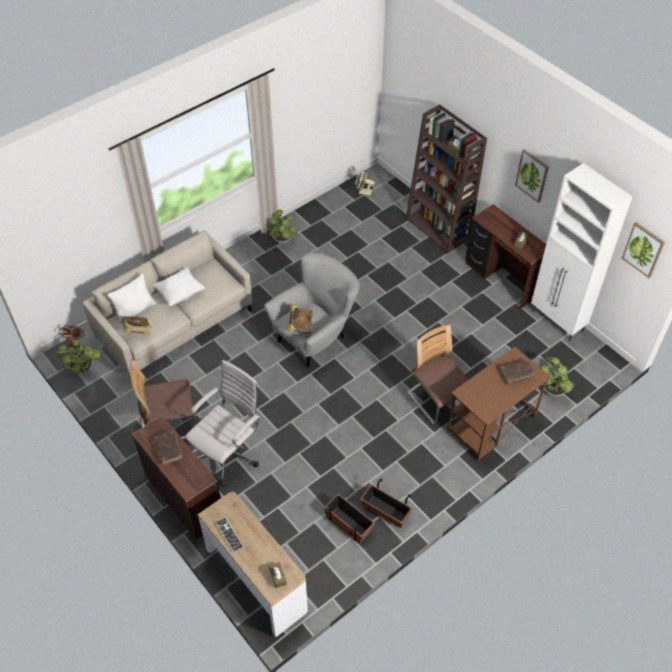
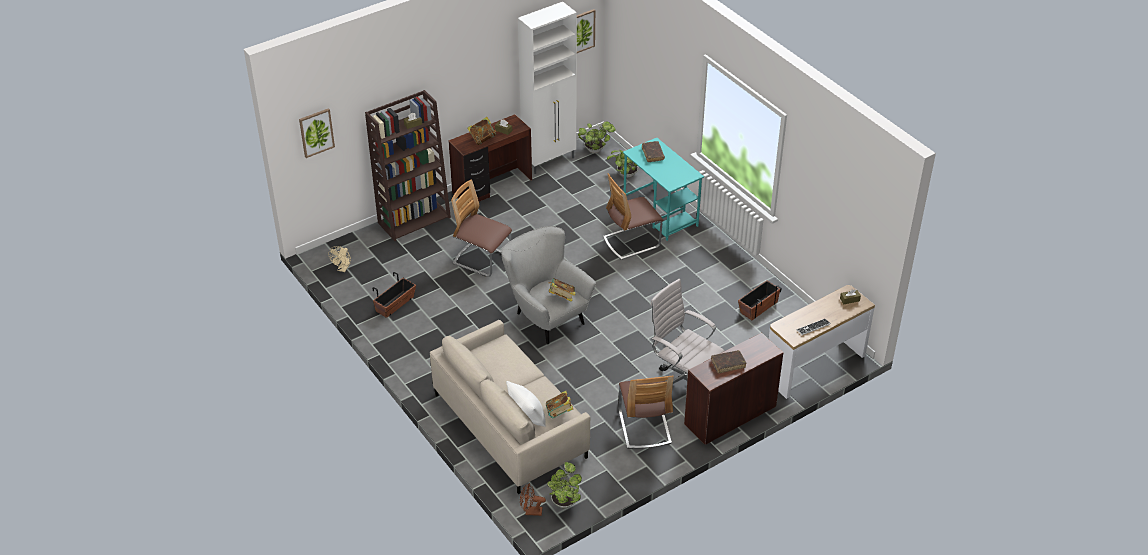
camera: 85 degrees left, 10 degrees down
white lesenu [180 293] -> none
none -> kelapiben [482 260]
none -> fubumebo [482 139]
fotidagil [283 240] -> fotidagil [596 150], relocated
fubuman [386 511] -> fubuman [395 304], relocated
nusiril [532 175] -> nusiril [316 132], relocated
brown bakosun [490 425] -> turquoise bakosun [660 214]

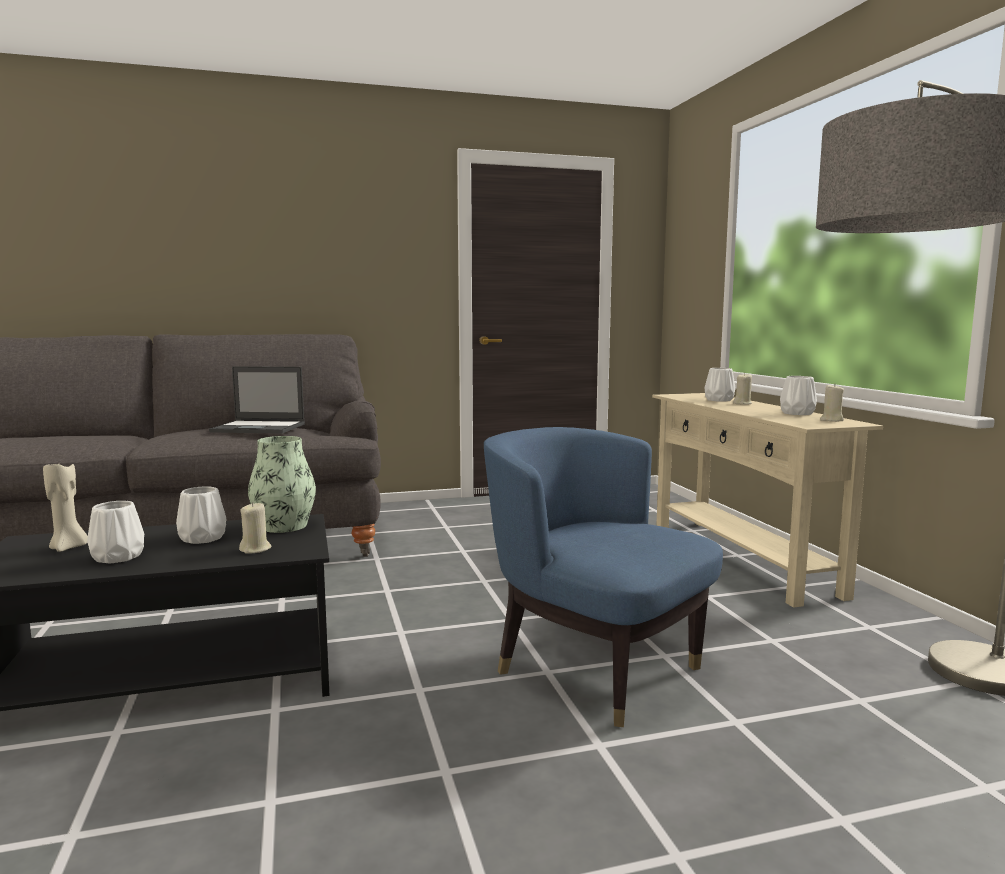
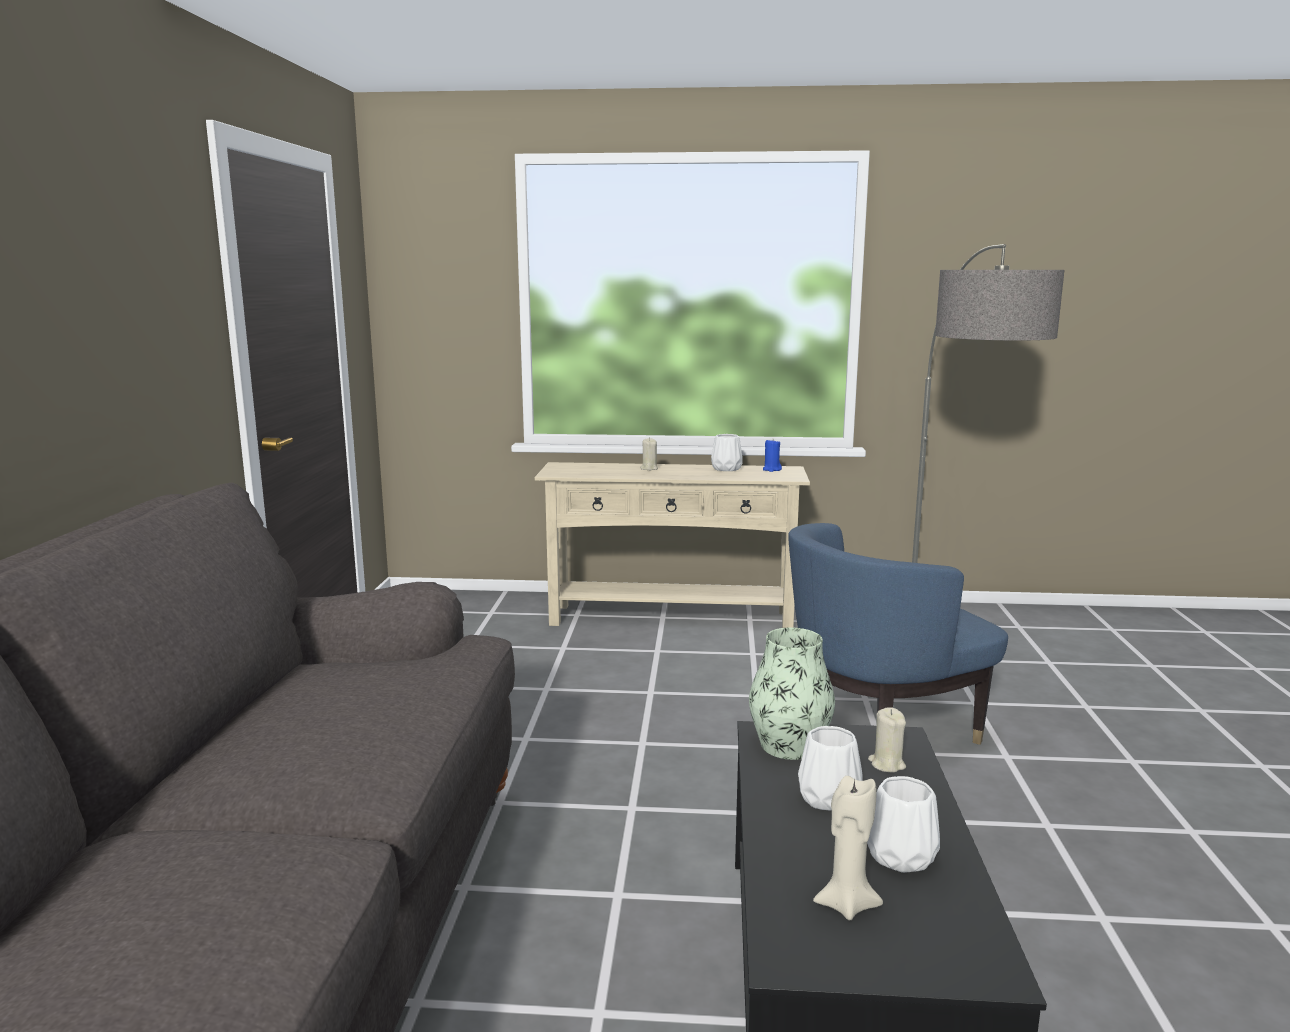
camera: 70 degrees left, 5 degrees up
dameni [260 428] -> none
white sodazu [719 400] -> none
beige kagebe [831 420] -> blue kagebe [771 469]

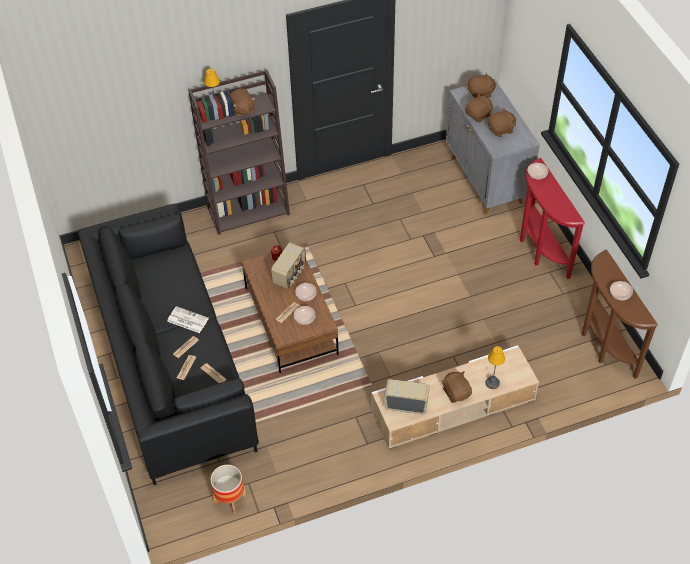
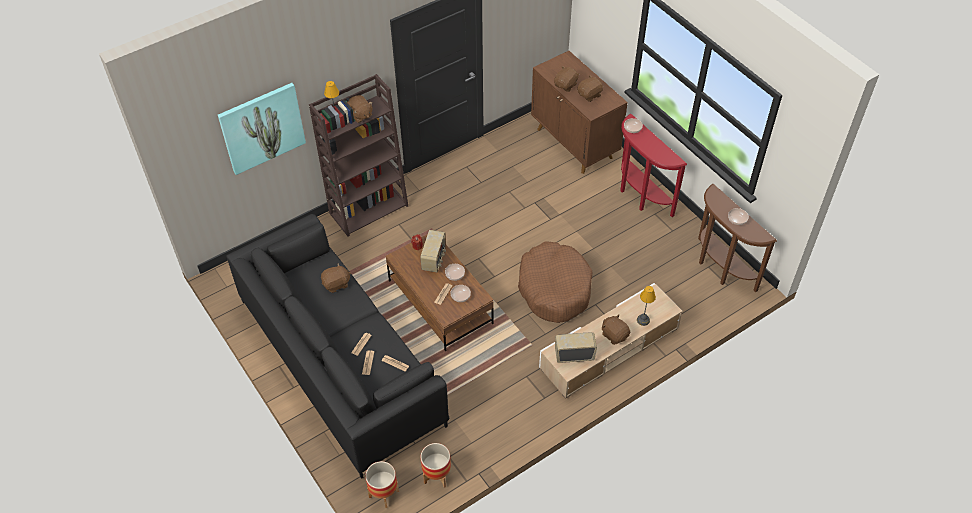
camera: 15 degrees left, 0 degrees up
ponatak [187 320] -> none
none -> nusiril [262 127]
none -> fubuman [383 494]
none -> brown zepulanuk [554 288]
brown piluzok [480 93] -> brown piluzok [336 284], relocated
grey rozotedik [486 180] -> brown rozotedik [574 144]

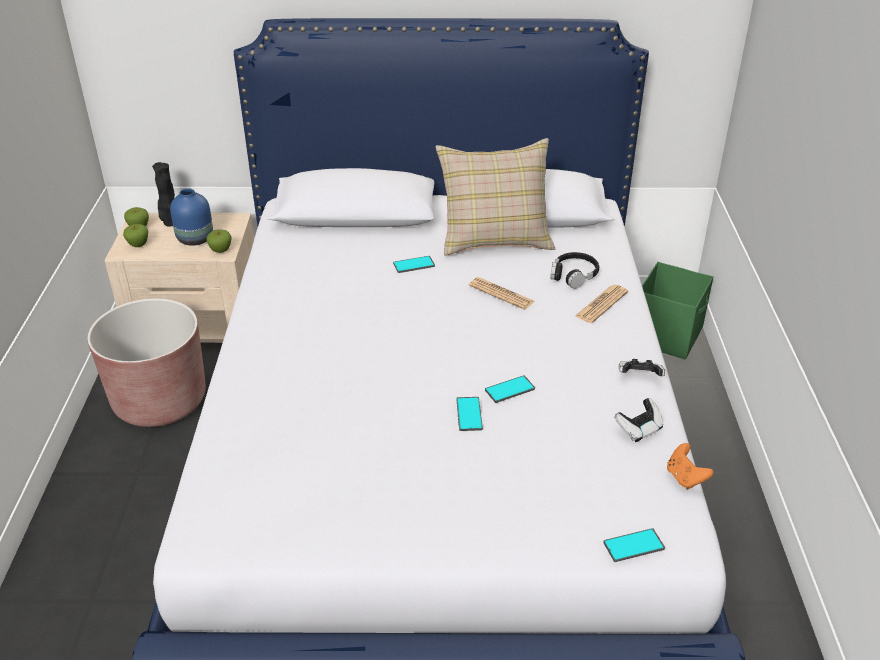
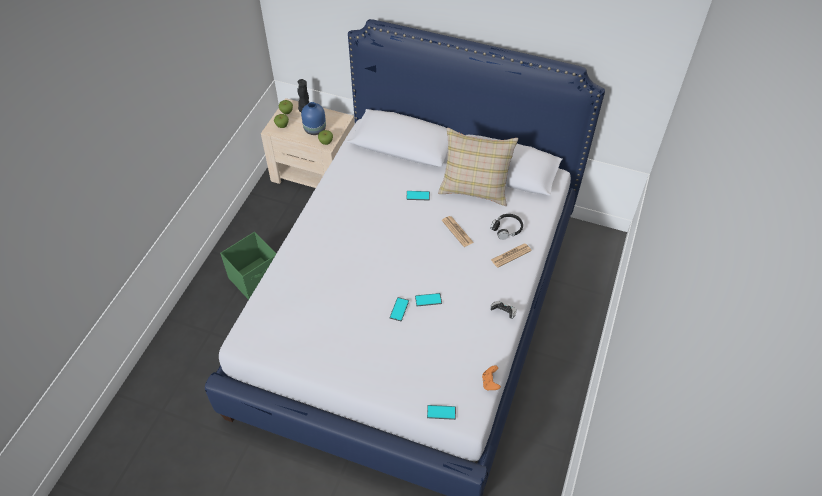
camera: 20 degrees right, 15 degrees up
brown fubuman [160 401] -> none
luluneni [639 429] -> none
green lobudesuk [667 335] -> green lobudesuk [256 279], relocated

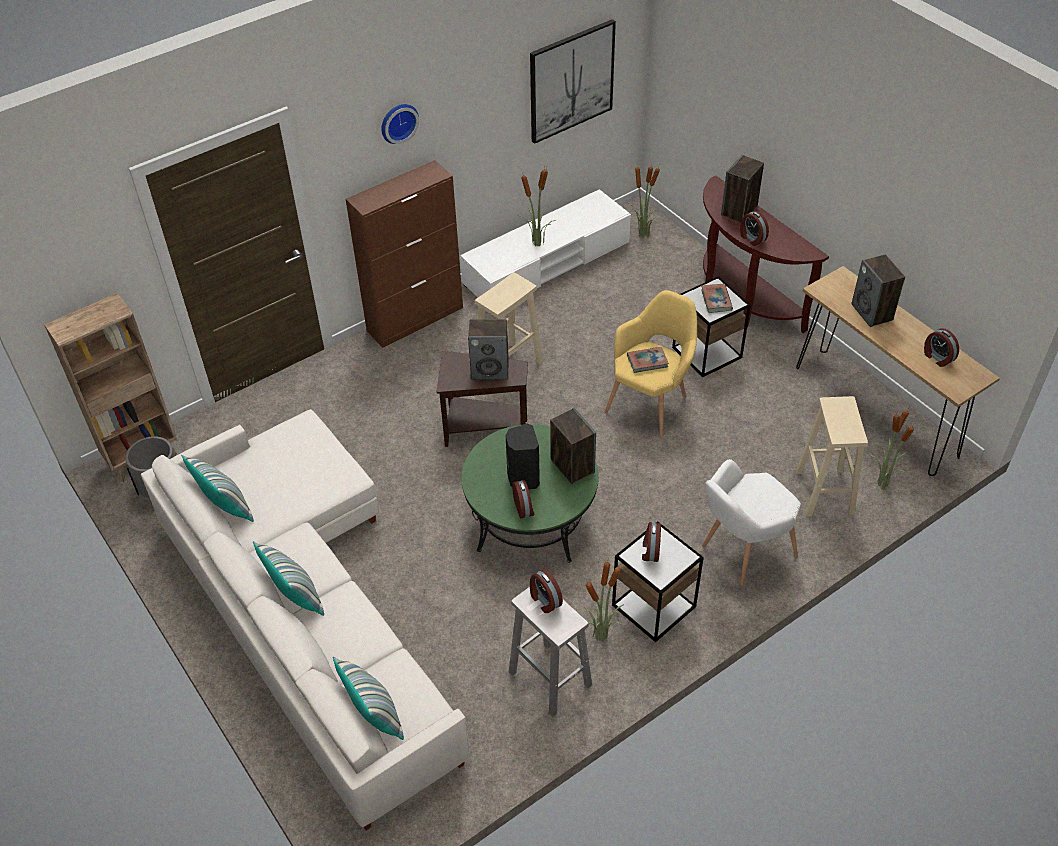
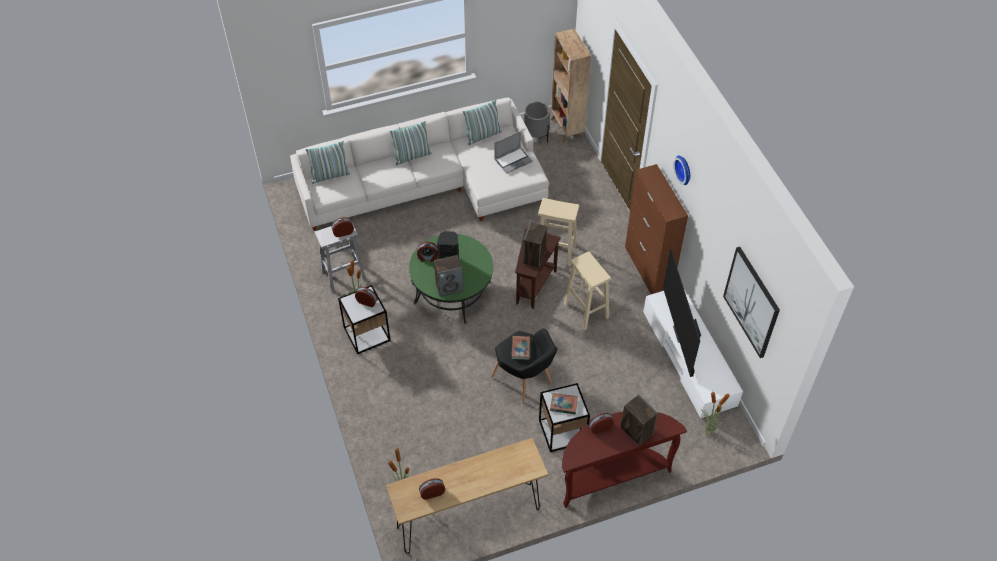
camera: 105 degrees right, 5 degrees up
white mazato [742 552] -> none
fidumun [872 312] -> none
none -> dameni [513 160]
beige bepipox [825 493] -> beige bepipox [555 252], relocated
fotidagil [537 244] -> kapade [682 333]
yellow mazato [651 402] -> black mazato [525 381]

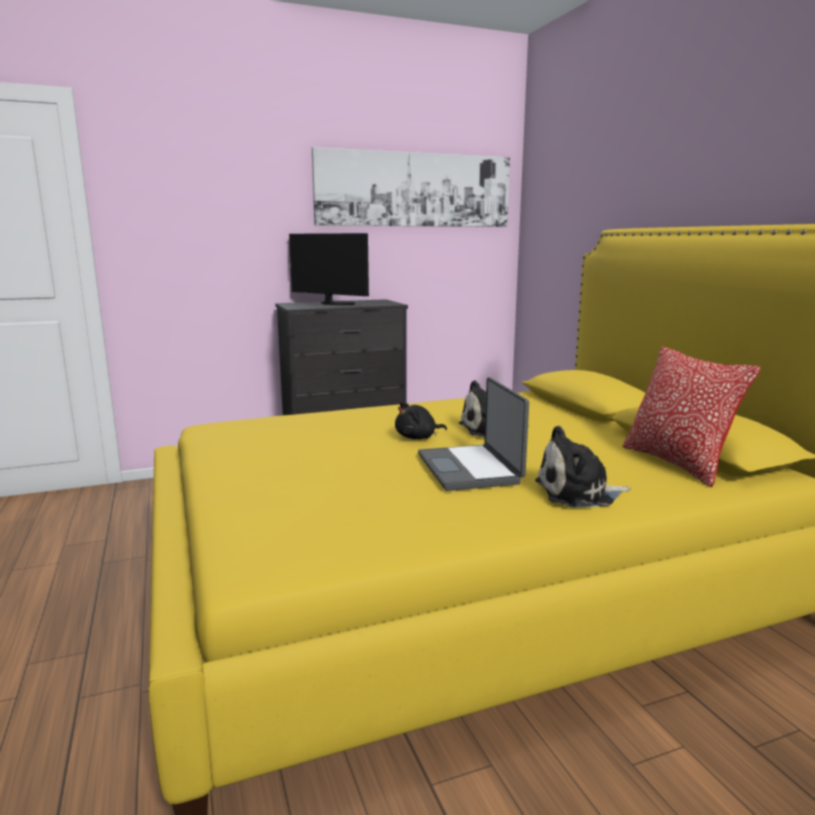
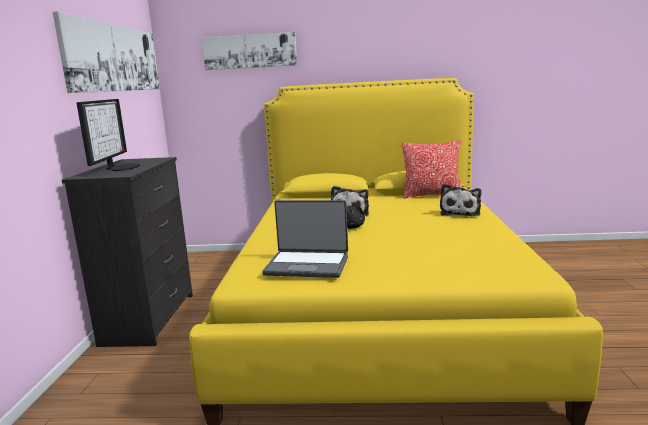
camera: 65 degrees left, 0 degrees up
none -> nusiril [250 51]
dameni [470 469] -> dameni [307 265], relocated
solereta [334 303] -> solereta [121 167], 120 degrees clockwise

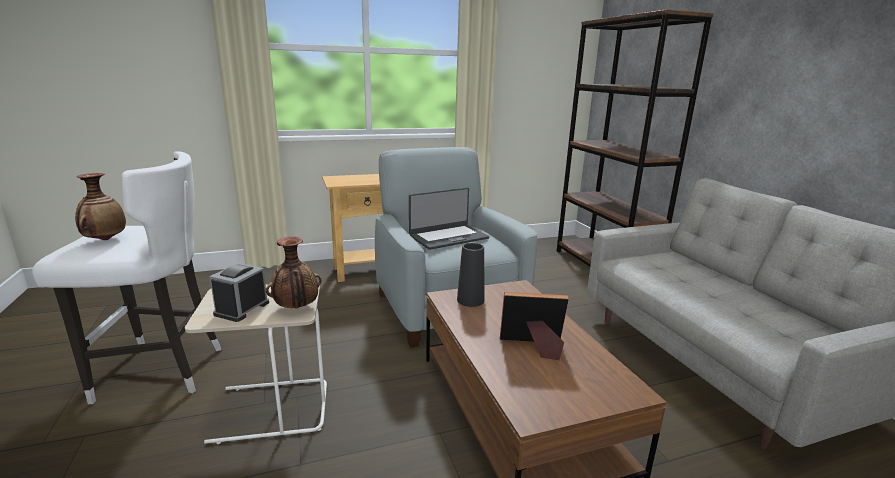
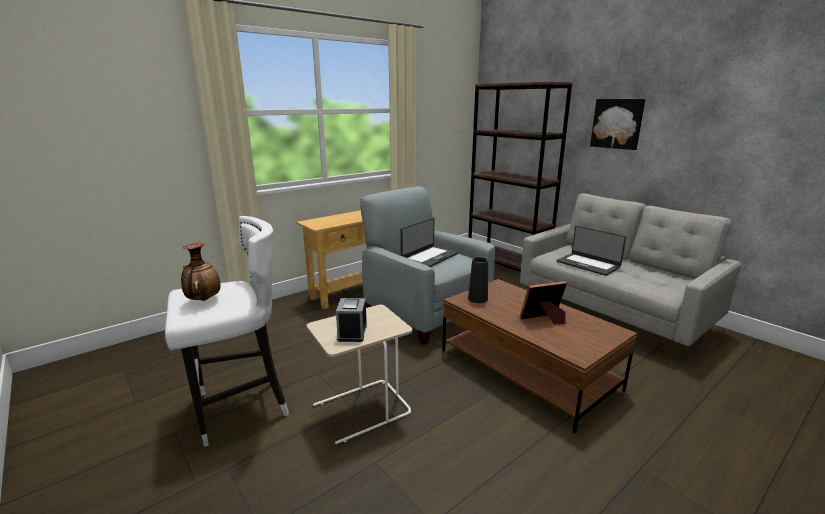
camera: 20 degrees left, 0 degrees up
sodazu [296 308] -> none
none -> dameni [588 264]
none -> nusiril [617 123]

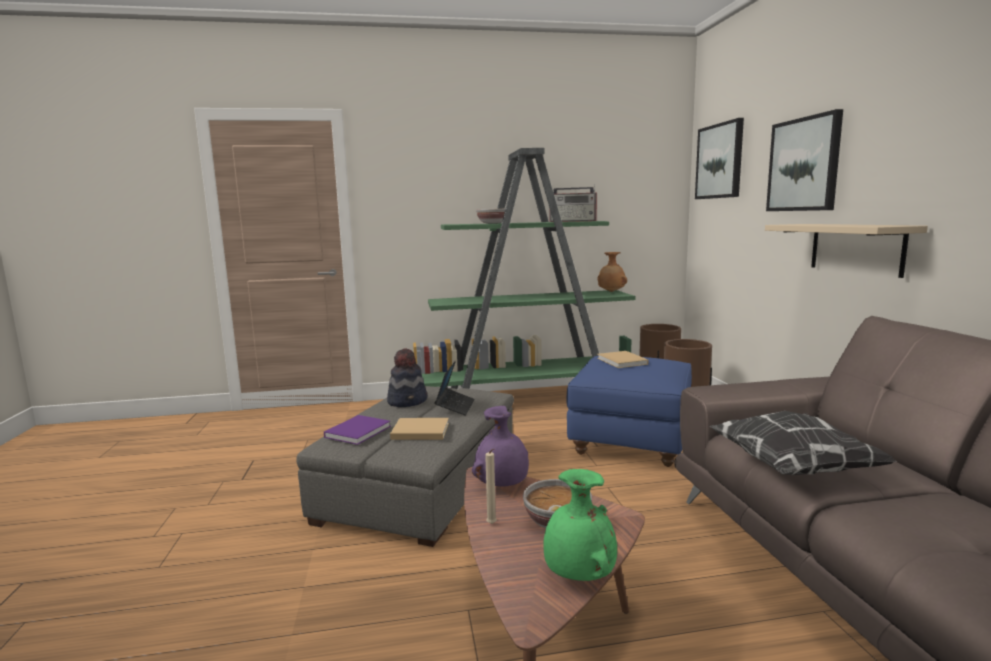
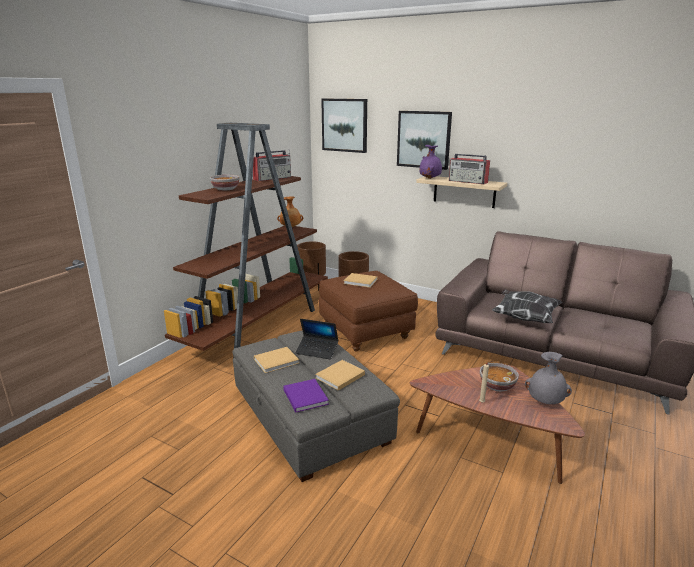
camera: 50 degrees left, 10 degrees up
none -> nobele [468 181]
purple sodazu [502 485] -> purple sodazu [430 178], relocated
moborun [408 401] -> beige fubumebo [277 361]
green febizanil [531 400] -> brown febizanil [258 326]
green sodazu [578 575] -> grey sodazu [545 401]
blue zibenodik [631 442] -> brown zibenodik [366 332]
dameni [455 407] -> dameni [317 351], 150 degrees clockwise

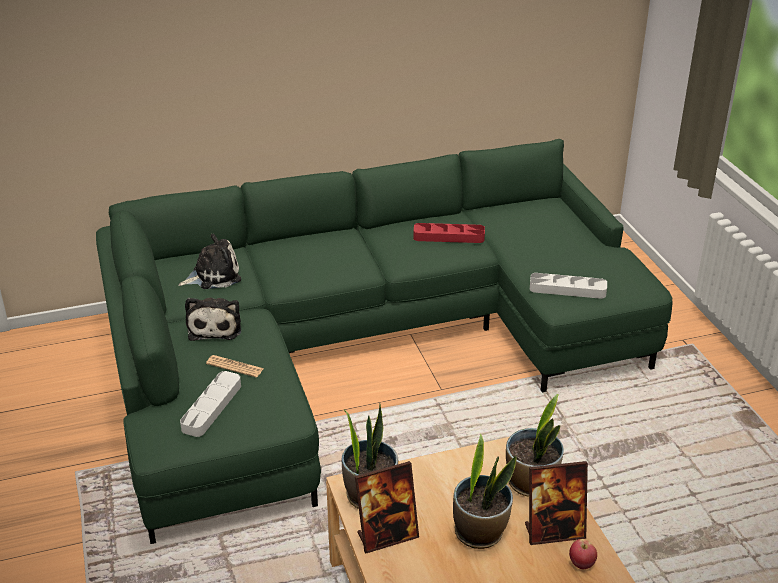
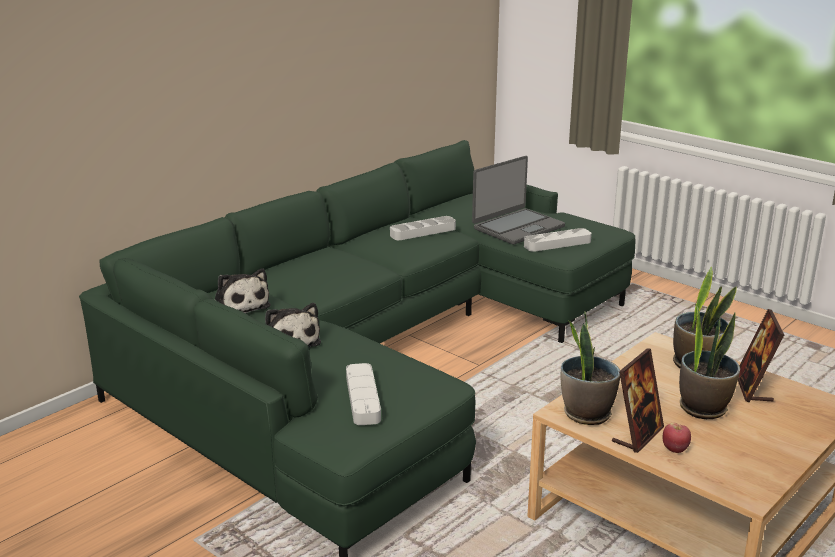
camera: 30 degrees left, 10 degrees down
ponatak [235 366] -> none
none -> dameni [517 227]
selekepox [581 564] -> selekepox [675 449], relocated
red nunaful [448 236] -> grey nunaful [423 232]
piluzok [213 275] -> piluzok [239 306], 105 degrees clockwise
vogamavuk [554 532] -> vogamavuk [754 388], 135 degrees clockwise

